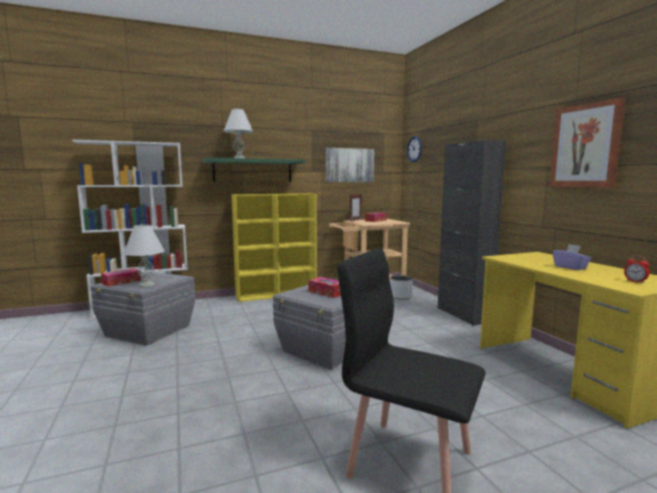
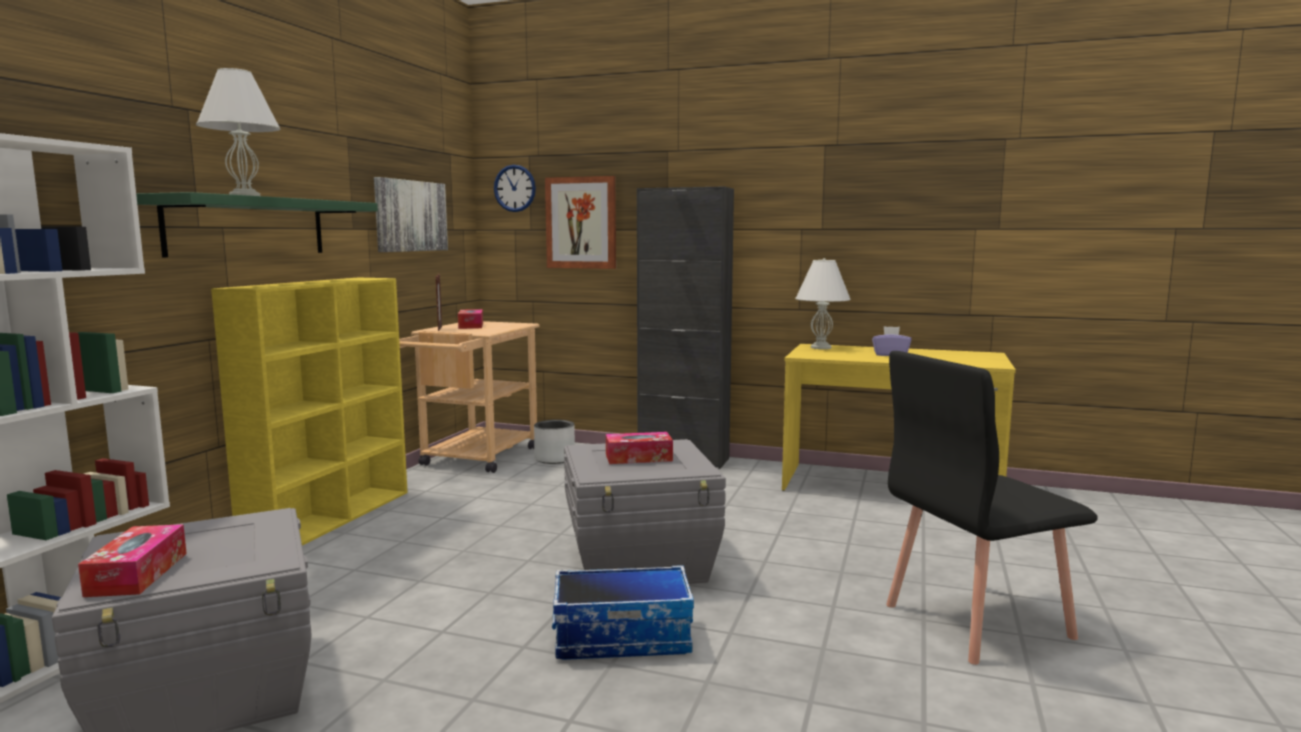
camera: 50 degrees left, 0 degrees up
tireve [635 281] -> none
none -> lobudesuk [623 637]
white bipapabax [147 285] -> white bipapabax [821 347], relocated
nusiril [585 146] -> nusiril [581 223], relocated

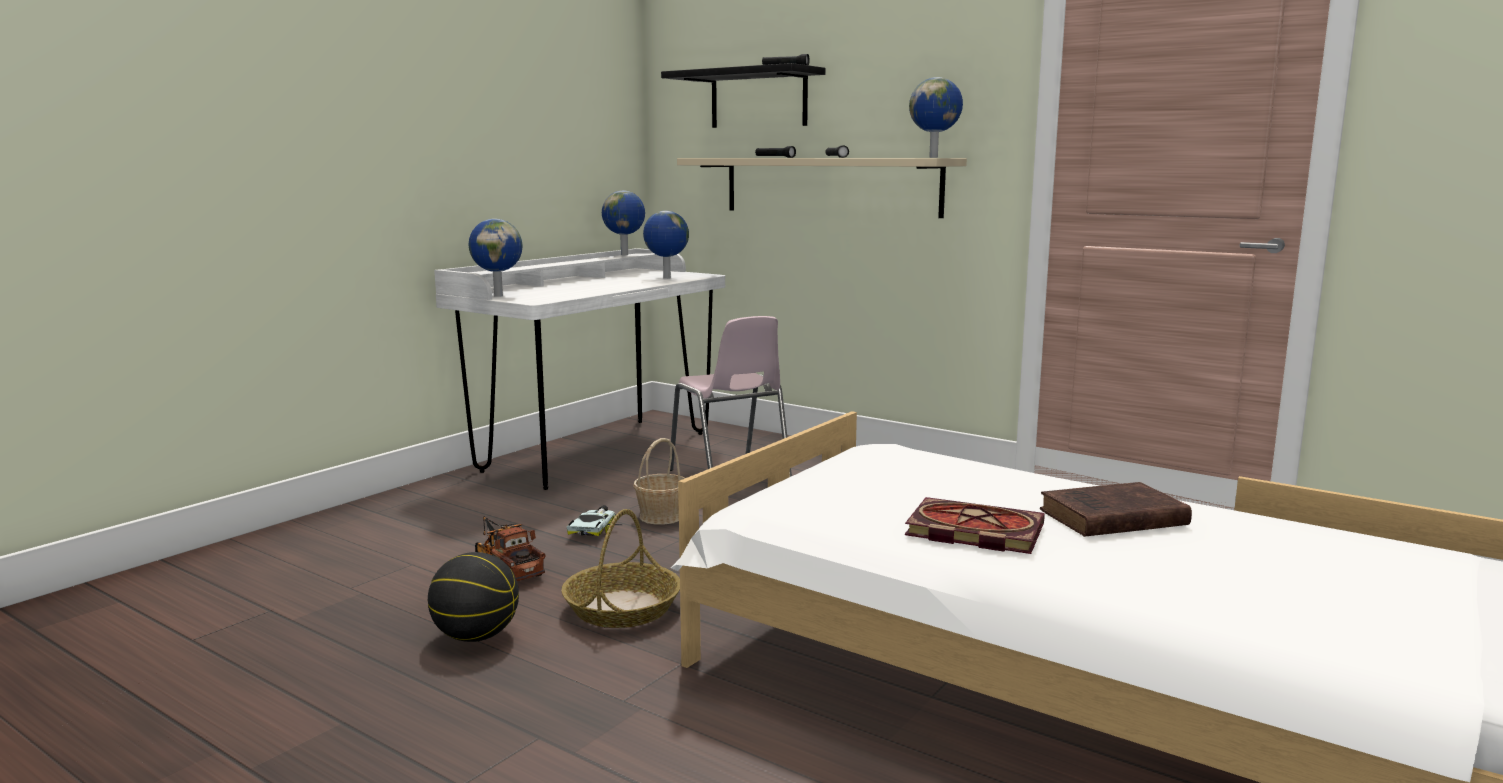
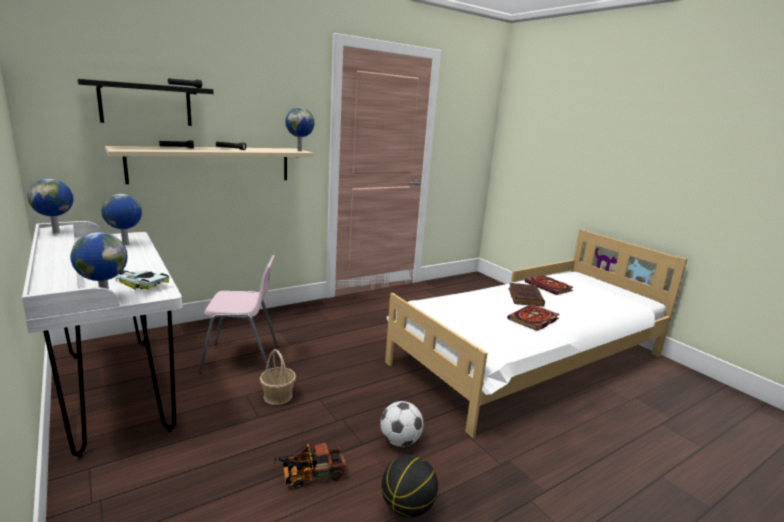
camera: 70 degrees left, 5 degrees up
none -> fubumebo [550 287]
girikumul [595 527] -> girikumul [141 283], relocated
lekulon [622 609] -> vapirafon [400 441]

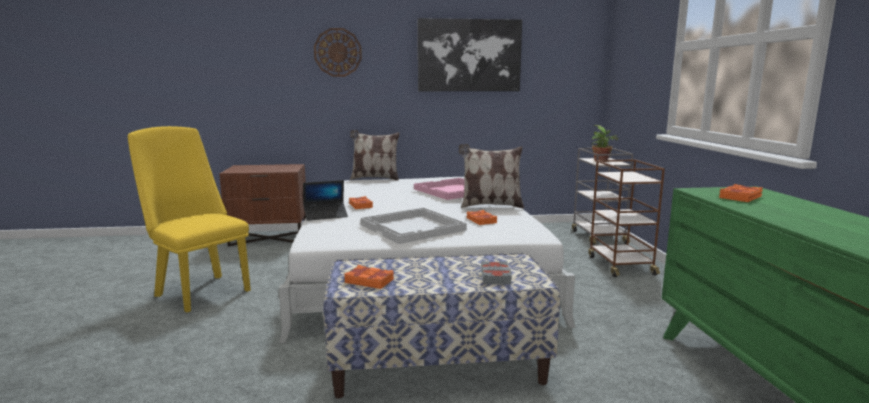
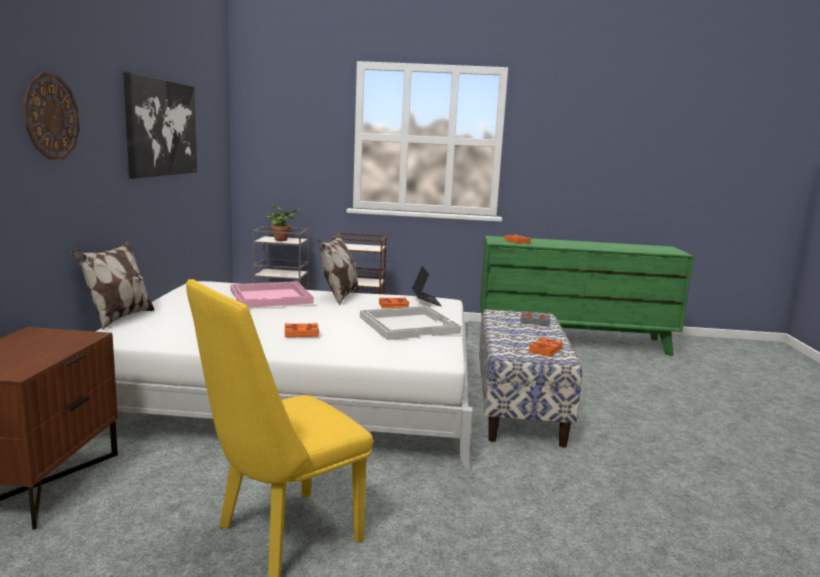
camera: 80 degrees left, 0 degrees up
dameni [325 215] -> dameni [426 301], relocated

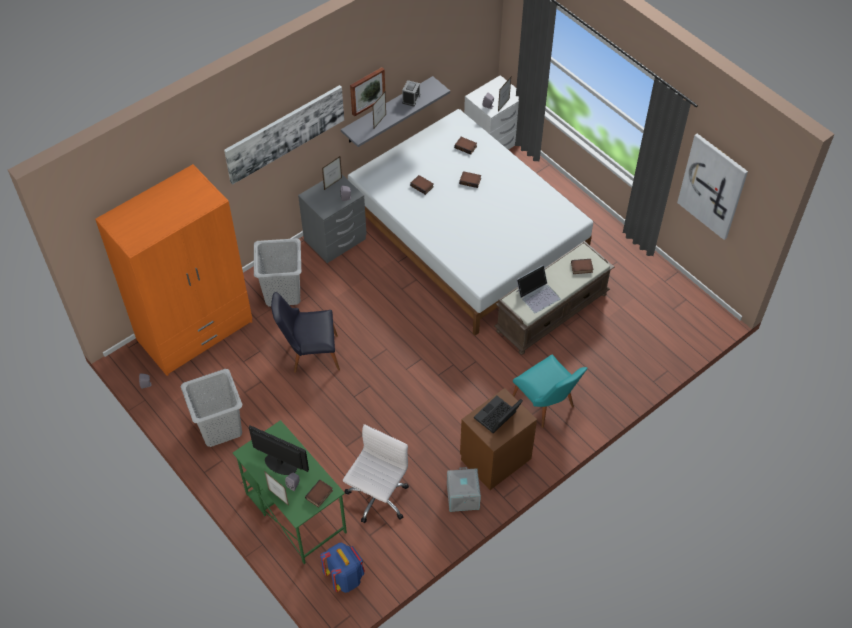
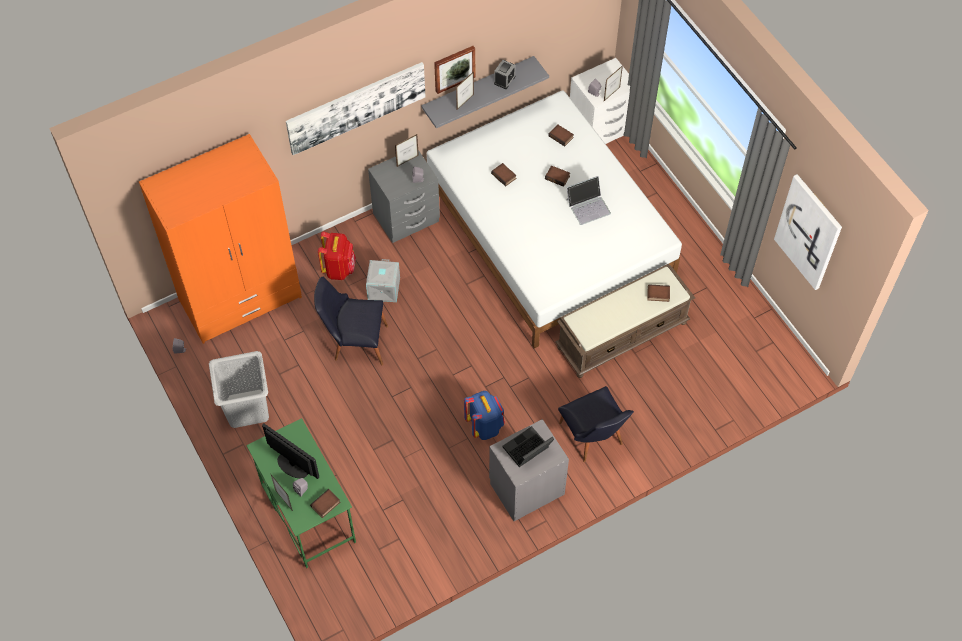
camera: 10 degrees right, 5 degrees up
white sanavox [377 498] -> none
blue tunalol [345 577] -> blue tunalol [484 426], relocated
grey lobudesuk [462 496] -> grey lobudesuk [383 288], relocated
dameni [538 295] -> dameni [588 206], relocated
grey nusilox [282 292] -> red tunalol [339 268]
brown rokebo [495 458] -> grey rokebo [526 487]
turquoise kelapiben [546 406] -> black kelapiben [593 439]

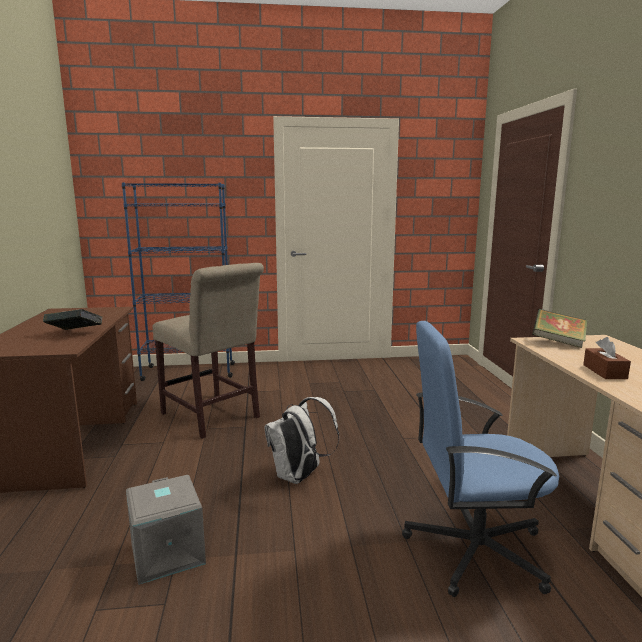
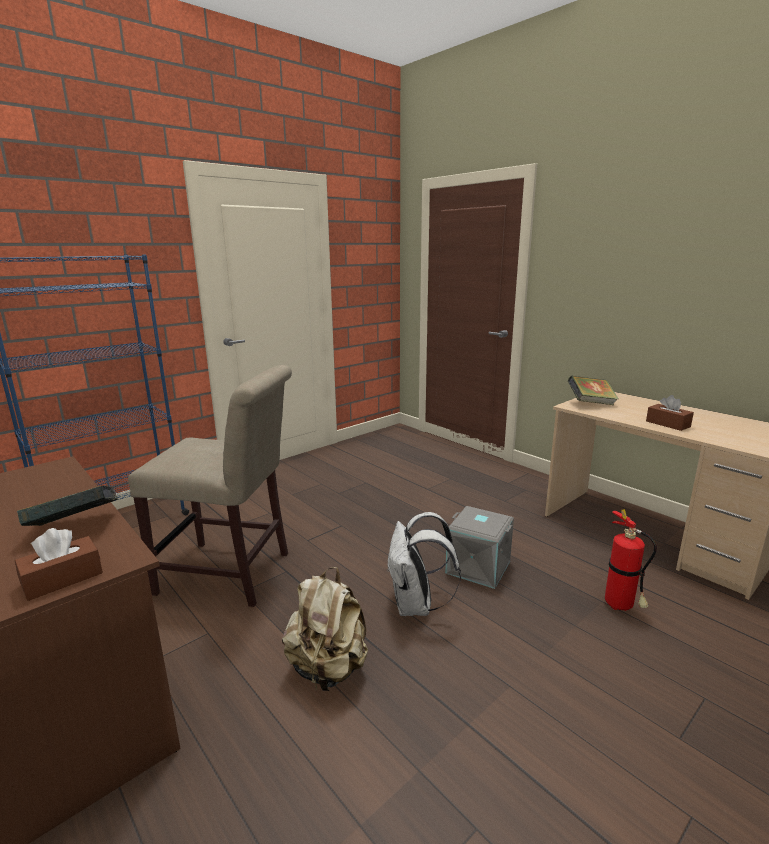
camera: 35 degrees left, 5 degrees up
none -> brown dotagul [62 578]
none -> beige tunalol [328 668]
grey lobudesuk [166 553] -> grey lobudesuk [477 567], relocated
blue sanavox [473 549] -> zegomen [621 607]

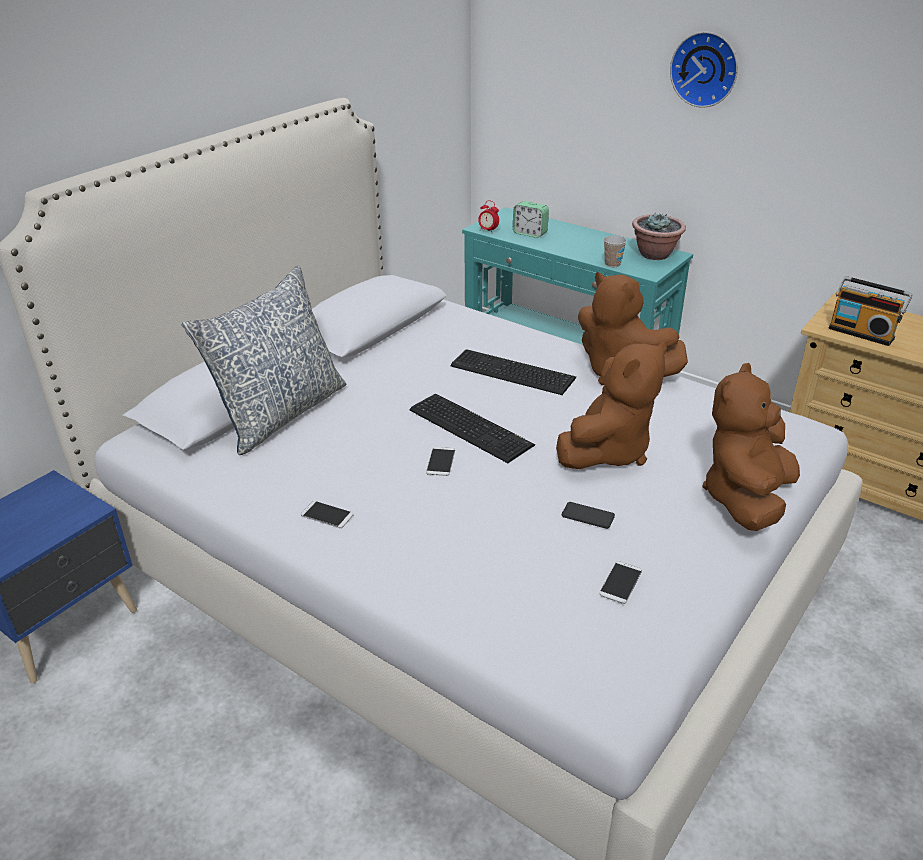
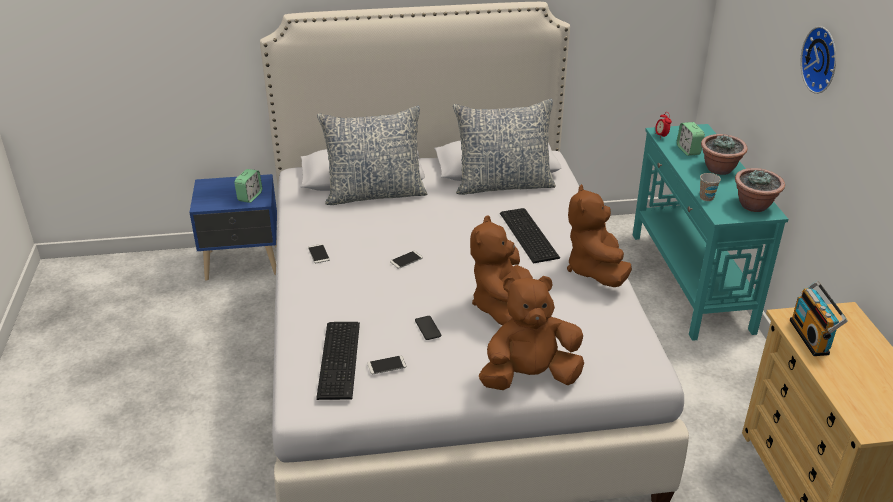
camera: 45 degrees right, 0 degrees up
none -> tireve [250 196]
none -> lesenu [503 184]
none -> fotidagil [719 169]
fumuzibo [470 425] -> fumuzibo [341 358], relocated
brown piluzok [608 451] -> brown piluzok [502 307], 105 degrees clockwise

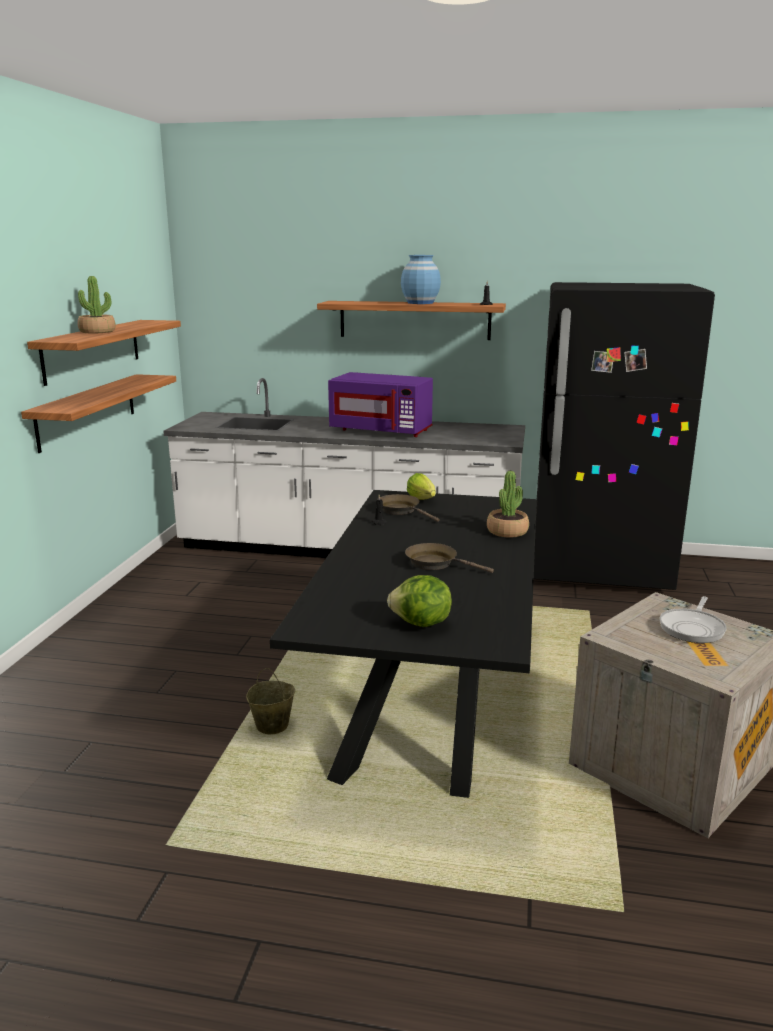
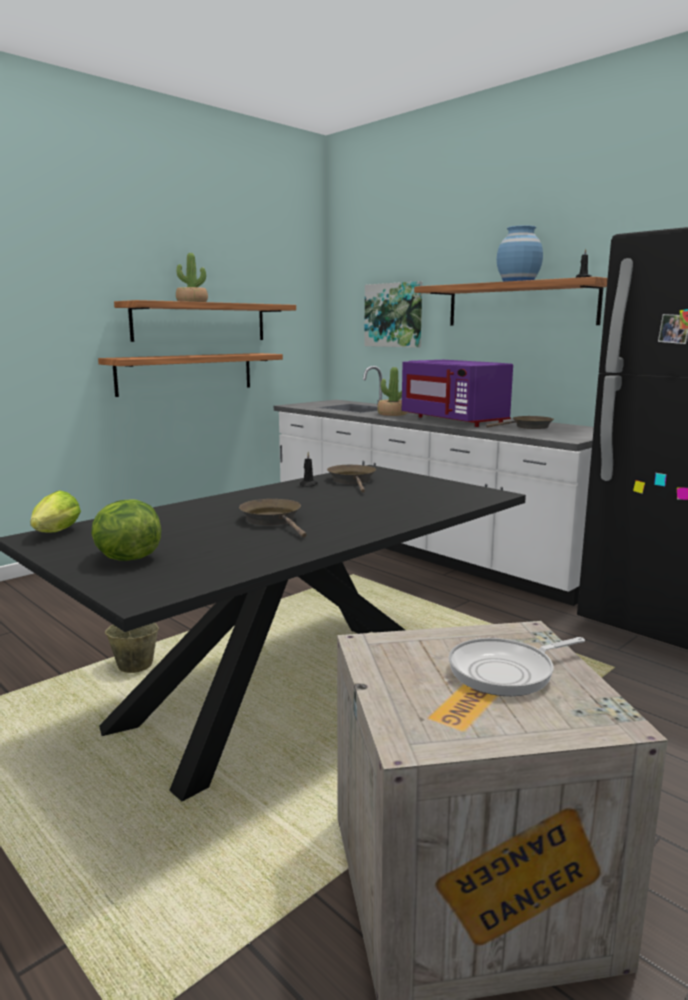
camera: 35 degrees right, 5 degrees down
none -> nusiril [394 315]
none -> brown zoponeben [528 427]
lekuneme [423 500] -> lekuneme [54 533], relocated
fotidagil [507 531] -> fotidagil [392 414], relocated

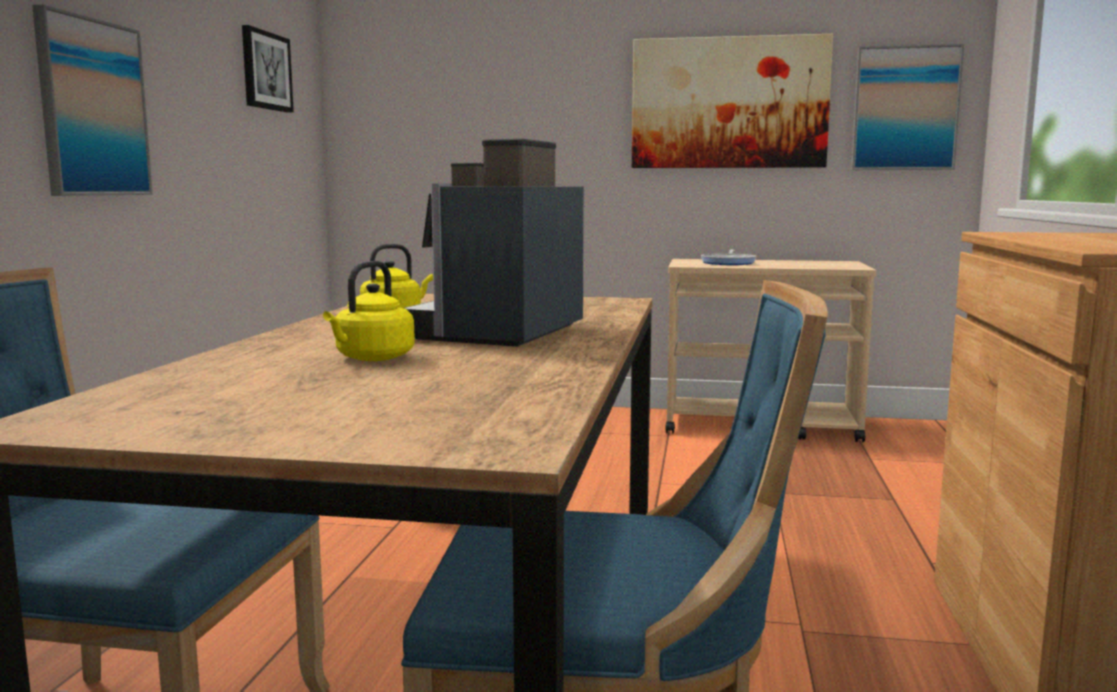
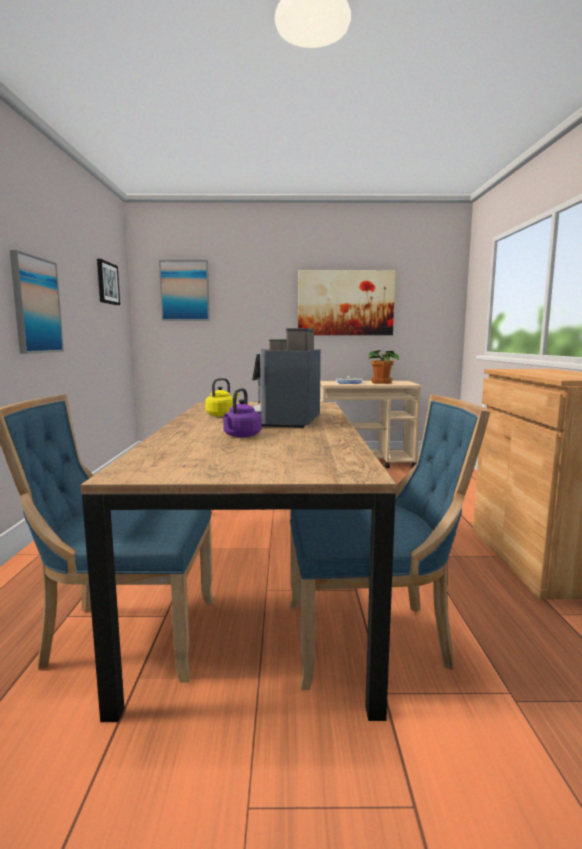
camera: 10 degrees left, 0 degrees up
none -> fotidagil [381 383]
nusiril [905 108] -> nusiril [185 291], relocated
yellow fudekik [372 358] -> purple fudekik [241 436]

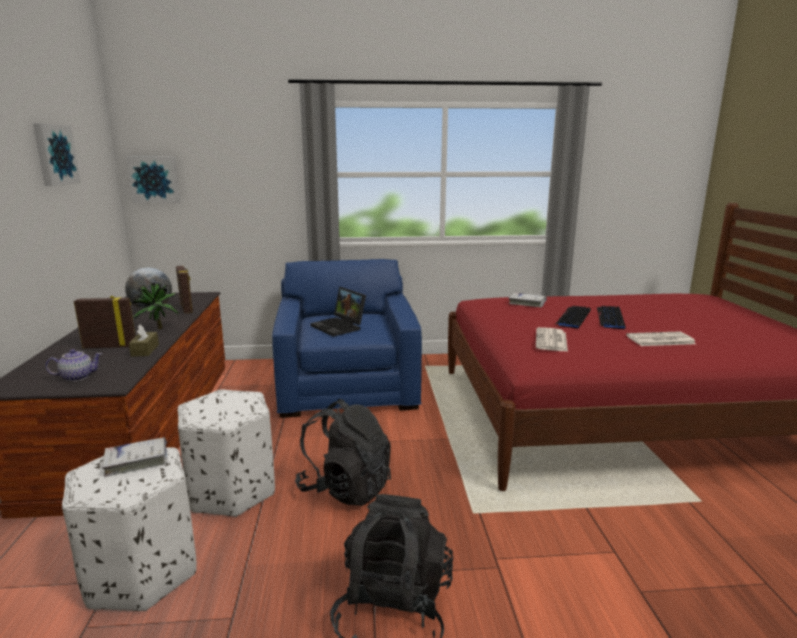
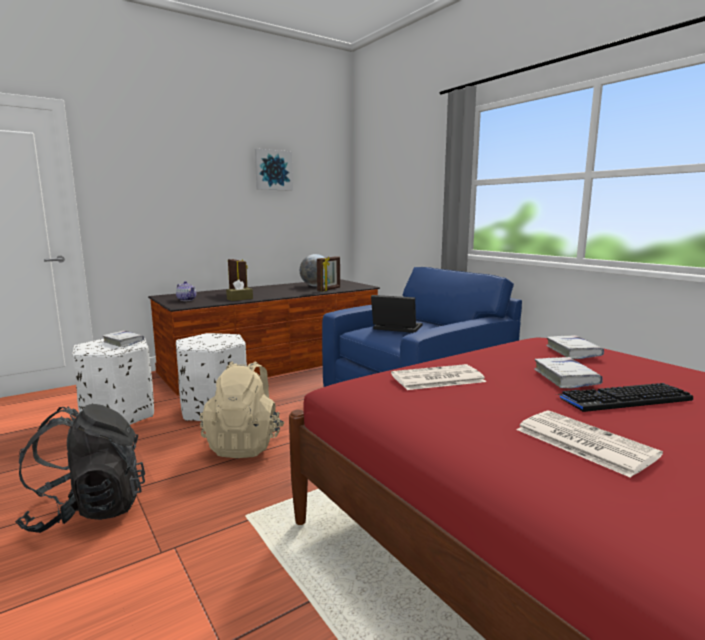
camera: 60 degrees right, 5 degrees down
nusiril [154 179] -> none
fotidagil [159 329] -> none
fumuzibo [573 318] -> white fubumebo [565 378]
black tunalol [346 488] -> beige tunalol [245 445]
dameni [340 327] -> dameni [395 328], 90 degrees clockwise

